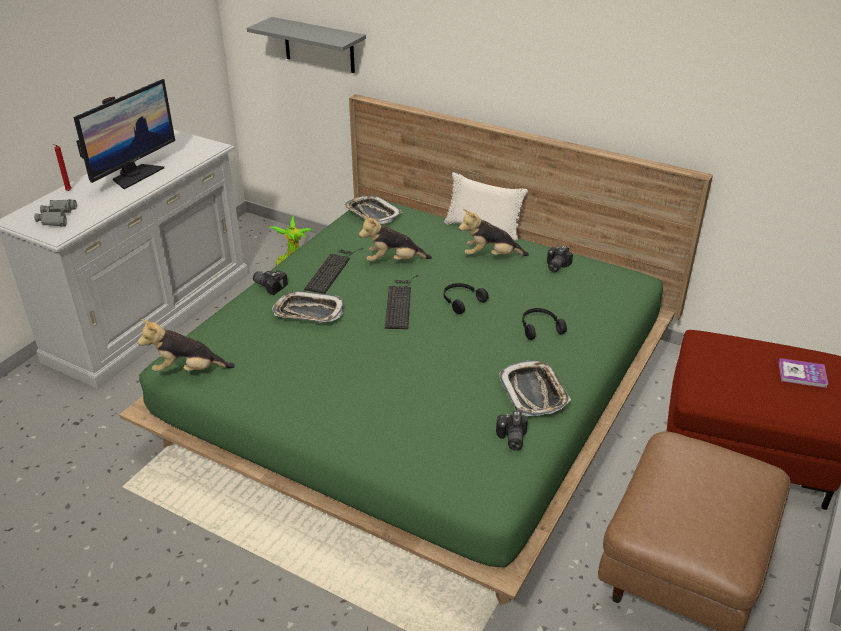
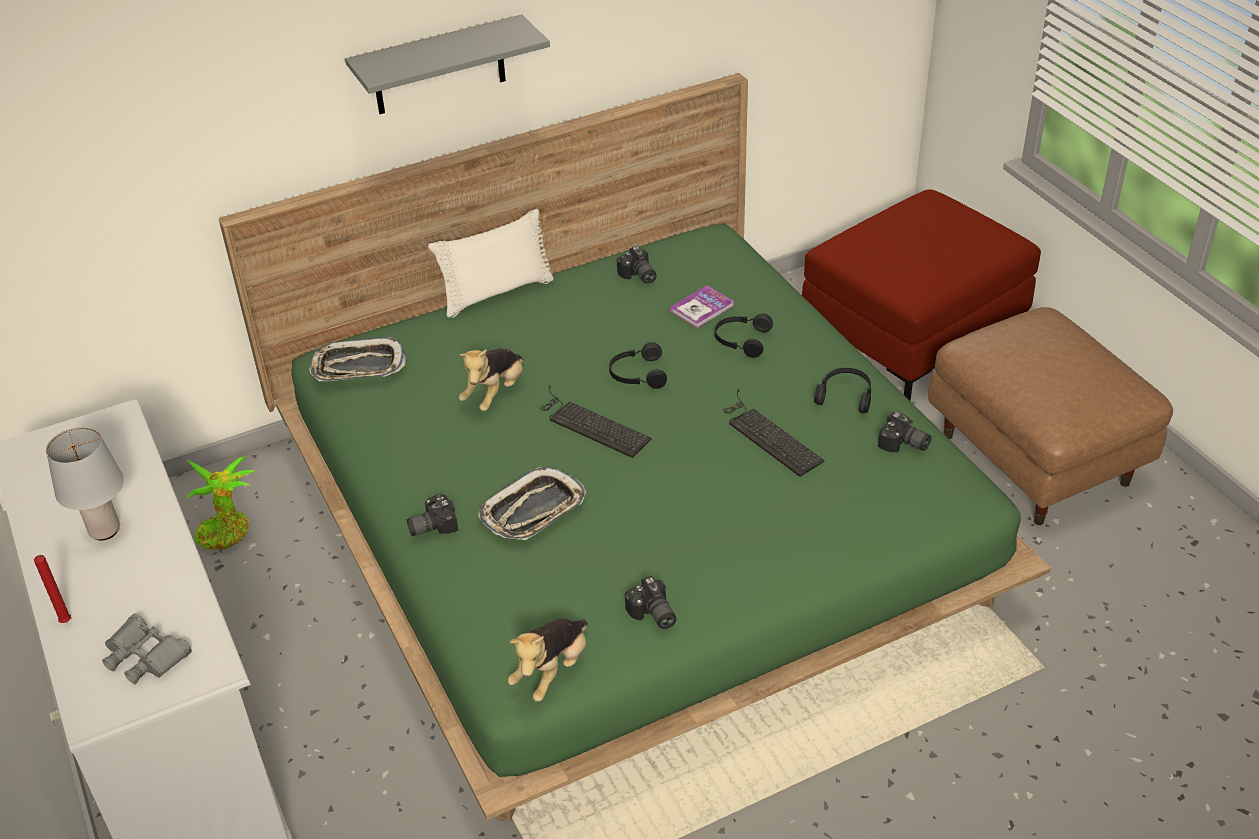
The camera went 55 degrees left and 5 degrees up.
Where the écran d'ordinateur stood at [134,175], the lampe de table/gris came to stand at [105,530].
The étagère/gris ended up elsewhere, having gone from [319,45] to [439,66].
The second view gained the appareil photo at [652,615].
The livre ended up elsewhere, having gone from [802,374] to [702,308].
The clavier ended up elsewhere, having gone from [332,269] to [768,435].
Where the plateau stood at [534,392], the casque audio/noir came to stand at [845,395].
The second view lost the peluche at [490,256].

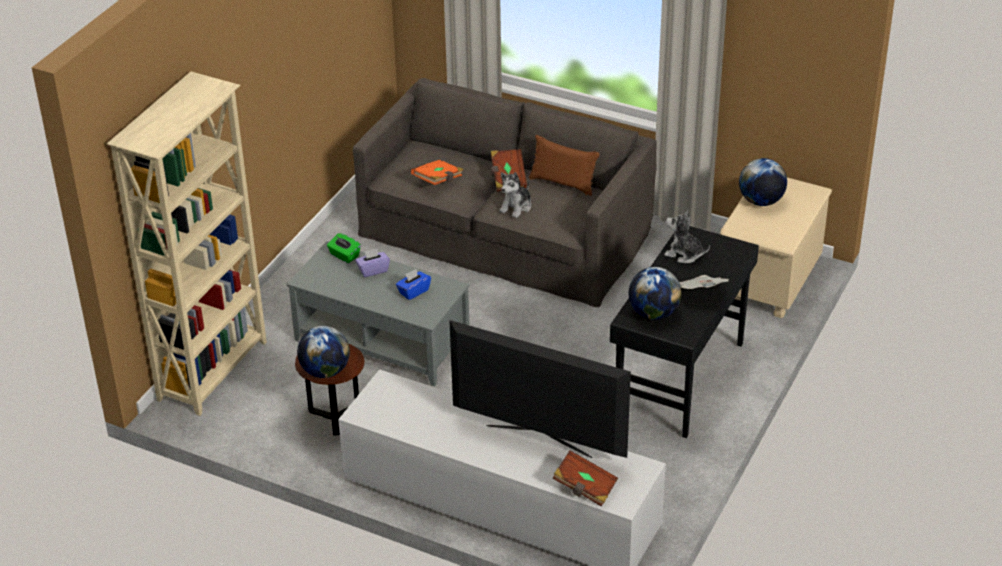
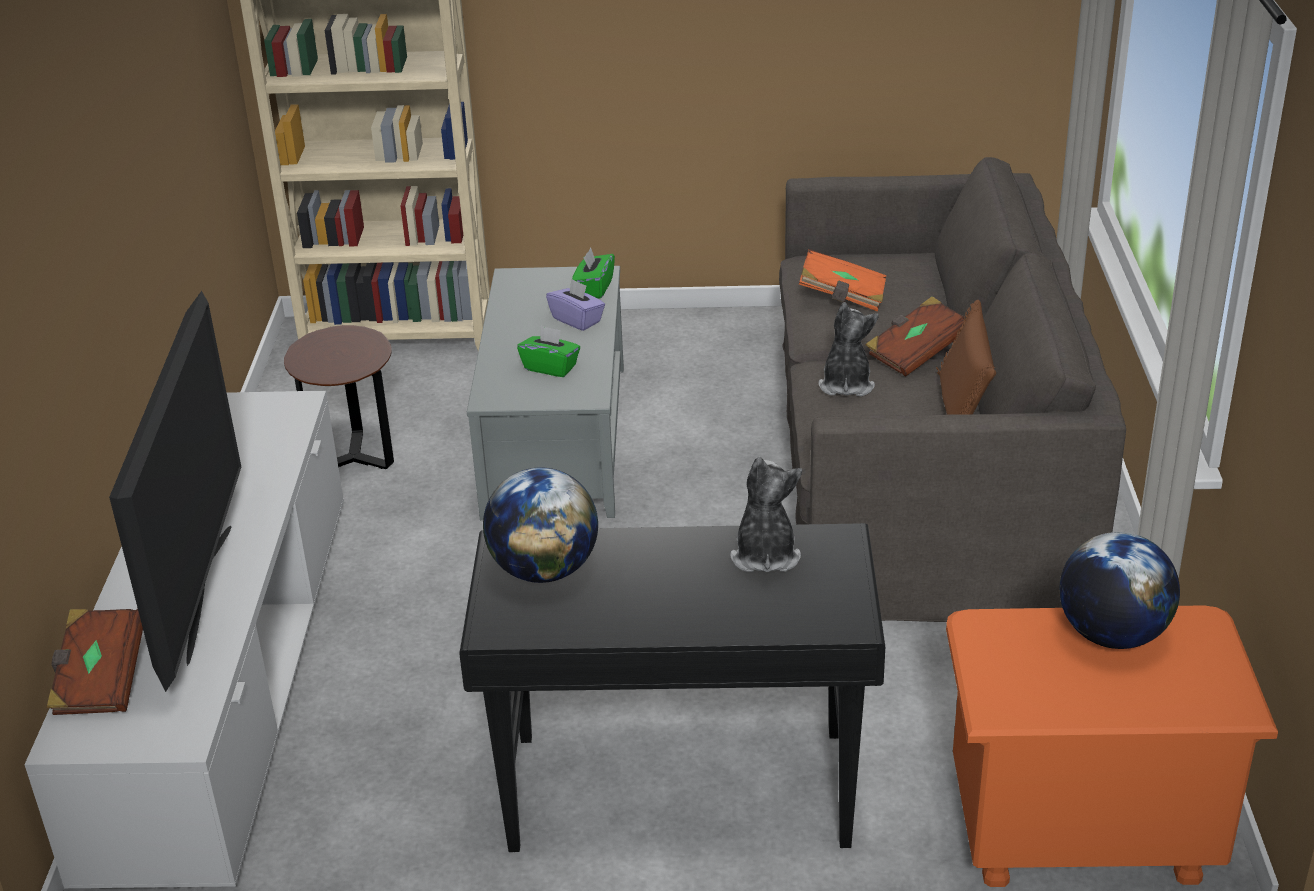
The camera went 65 degrees right and 5 degrees down.
What was the boîte à mouchoirs/bleu at [413,291] turned into the boîte à mouchoirs/vert at [550,367].
The peluche at [516,207] ended up facing another way, 90 degrees clockwise from before.
What was the table de chevet/beige at [767,284] turned into the table de chevet/orange at [1078,828].
The second view lost the globe at [325,371].
The second view lost the journal at [701,293].

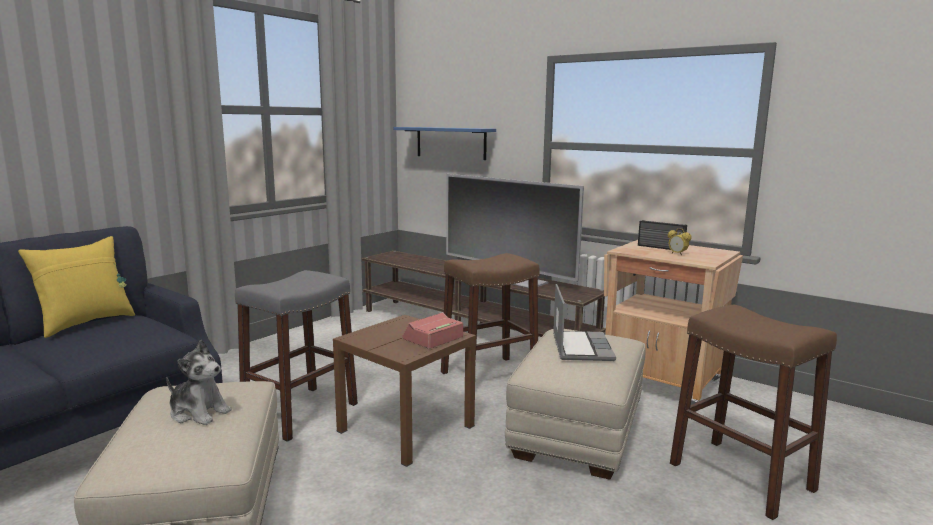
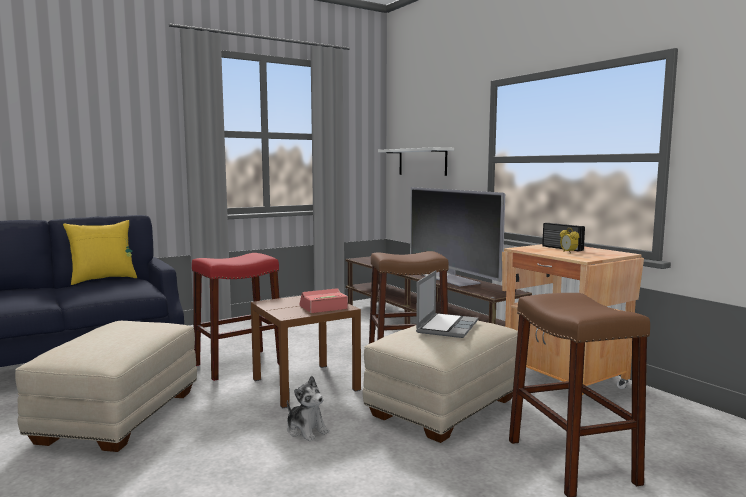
The camera went 20 degrees right and 5 degrees down.
What was the tabouret/gris at [301,412] turned into the tabouret/rouge at [239,364].
The peluche ended up elsewhere, having gone from [199,412] to [306,430].
What was the étagère/bleu at [450,143] turned into the étagère/blanc at [422,162].

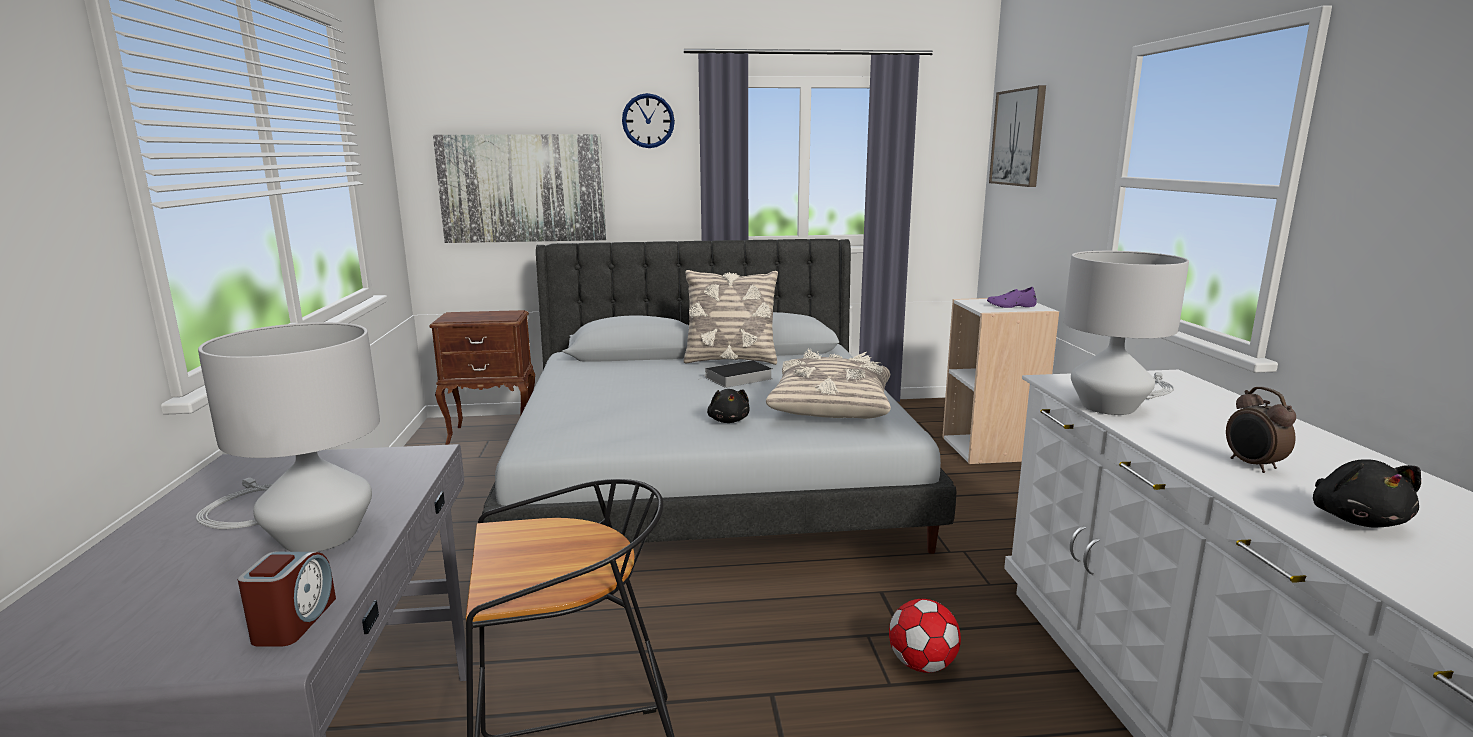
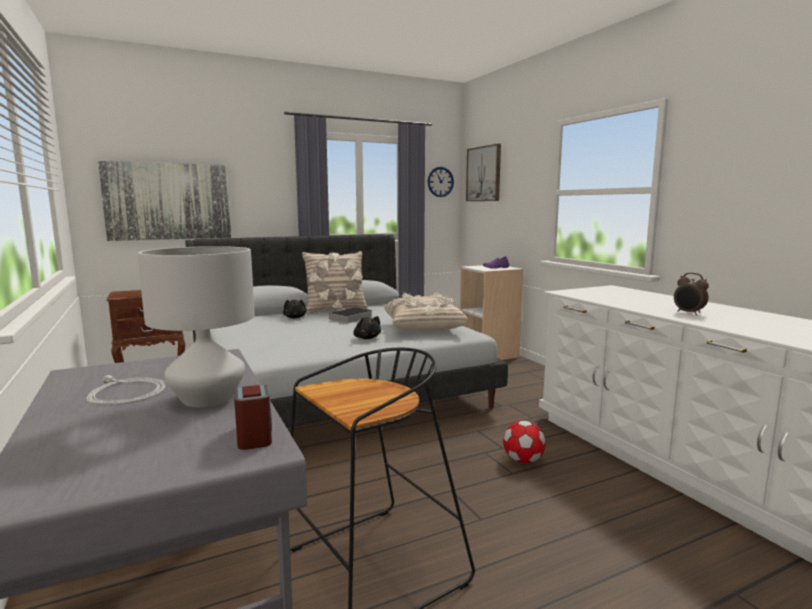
The camera went 20 degrees left and 5 degrees down.
The peluche/noir ended up elsewhere, having gone from [1357,519] to [295,317].
The horloge murale ended up elsewhere, having gone from [648,121] to [440,181].
The second view lost the lampe de table/blanc at [1119,398].

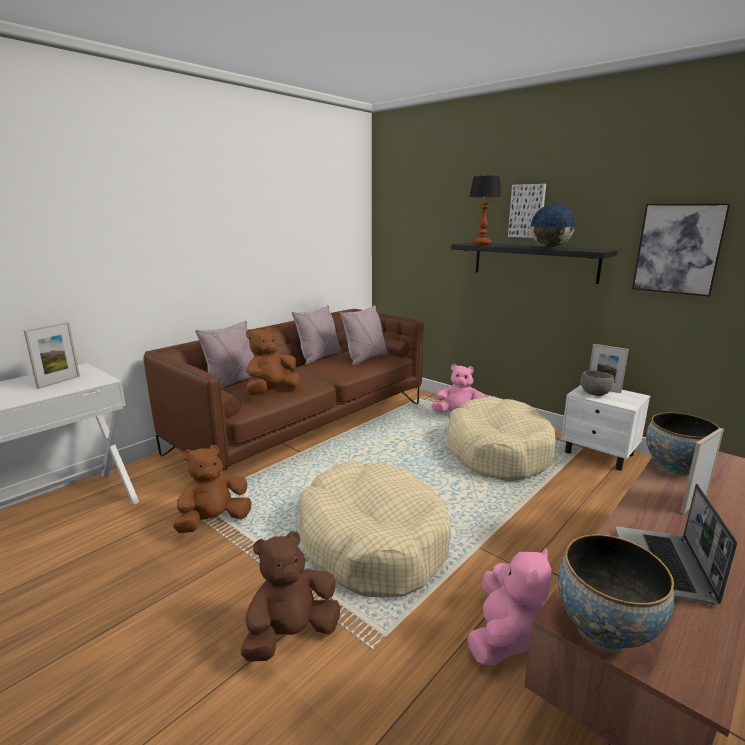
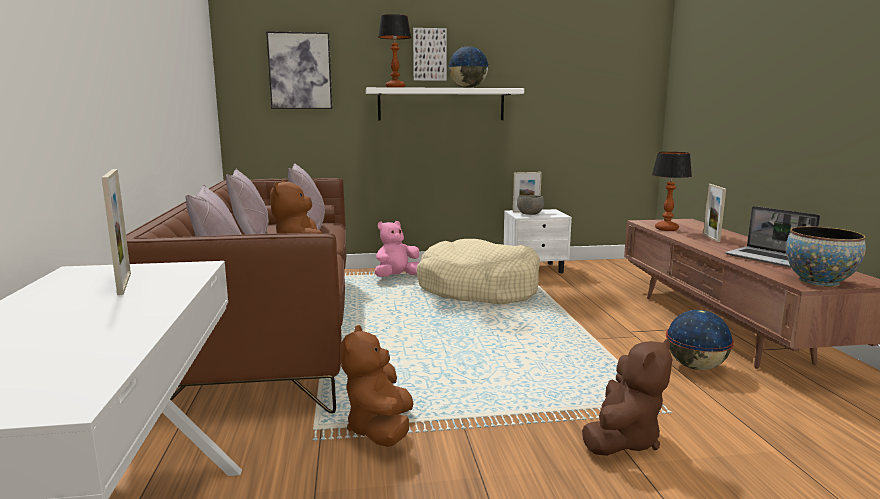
The camera went 50 degrees left and 5 degrees down.
The tableau ended up elsewhere, having gone from [678,249] to [300,71].
What was the étagère/noir at [534,261] turned into the étagère/blanc at [441,104].
The peluche/marron at [291,635] ended up facing another way, 150 degrees counterclockwise from before.
Where the bol stood at [675,467], the lampe de table came to stand at [666,229].
Where the peluche/rose stood at [503,636], the globe came to stand at [696,367].
The second view lost the panier pour chien/beige at [372,541].

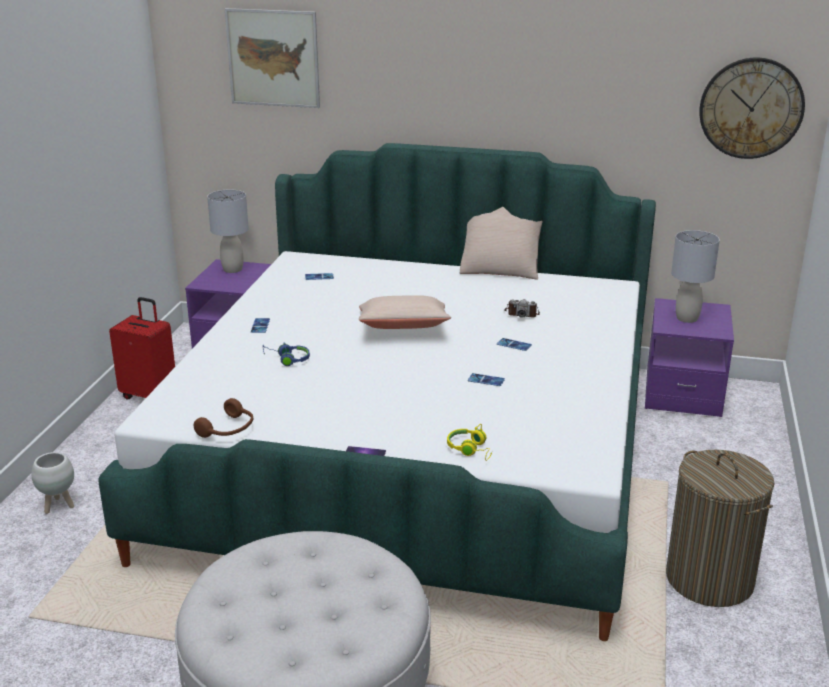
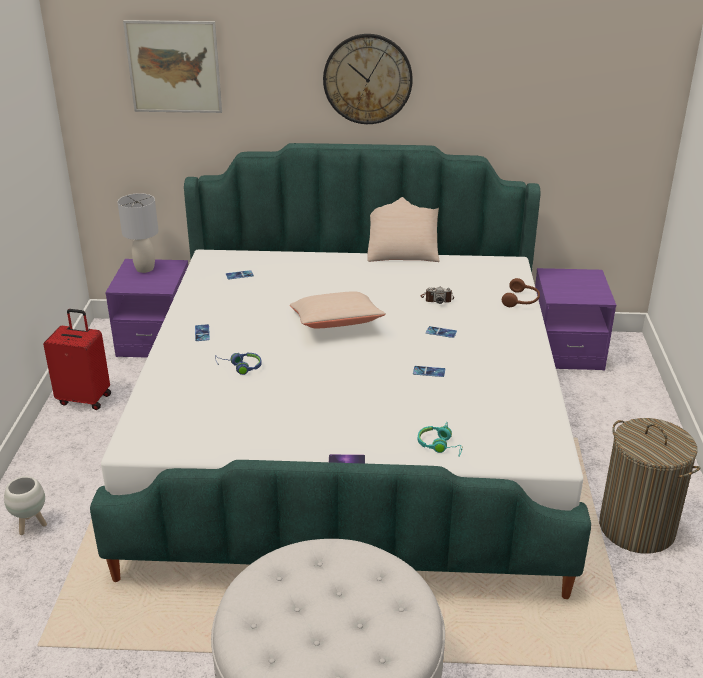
The camera went 10 degrees left and 5 degrees up.
The horloge murale ended up elsewhere, having gone from [751,108] to [367,79].
What was the casque audio/jaune at [471,450] turned into the casque audio/turquoise at [440,446].
The casque audio/marron ended up elsewhere, having gone from [228,429] to [521,300].
The second view lost the lampe de table/gris at [687,318].

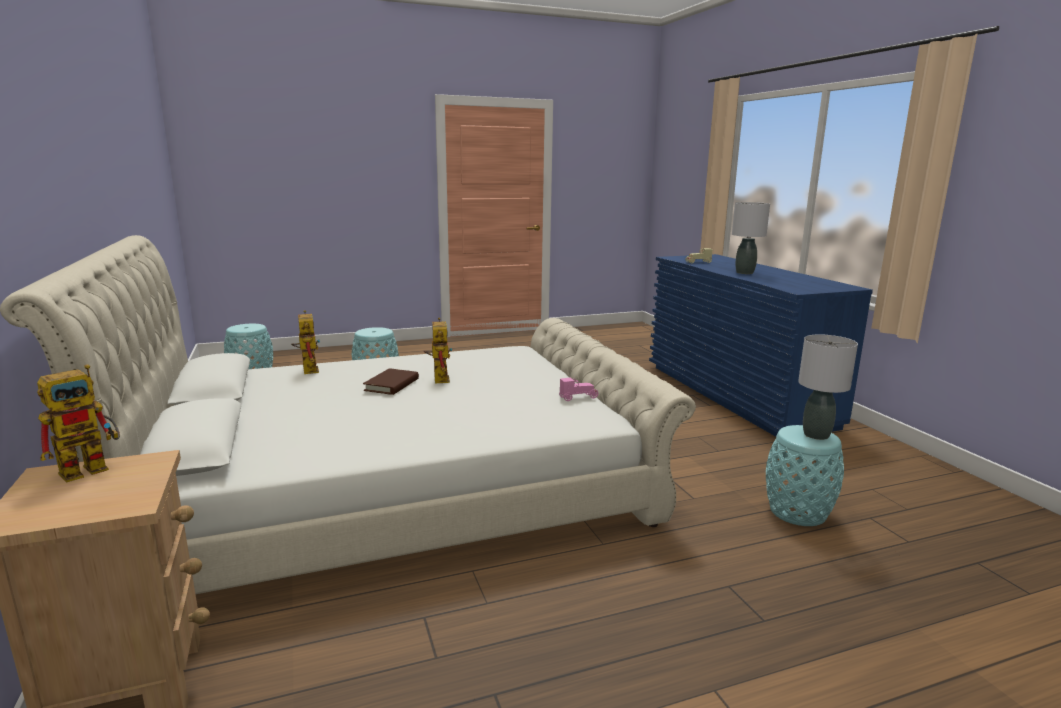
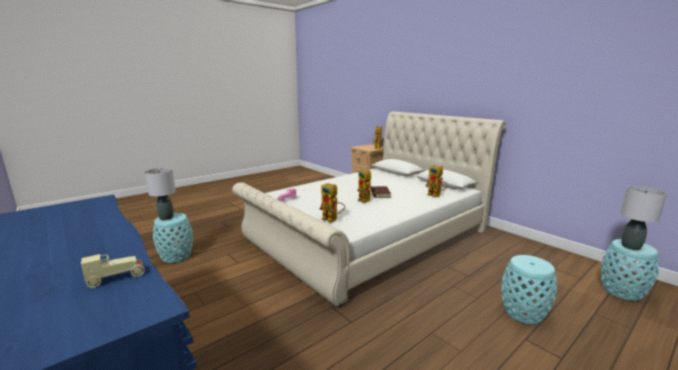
The camera went 160 degrees right and 0 degrees up.
The second view gained the robot jouet at [332,220].
The lampe de table/gris ended up elsewhere, having gone from [744,272] to [630,247].

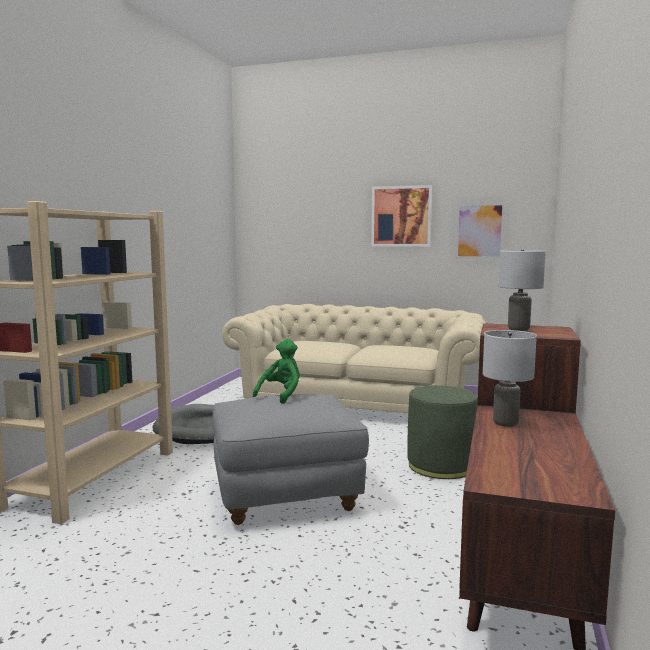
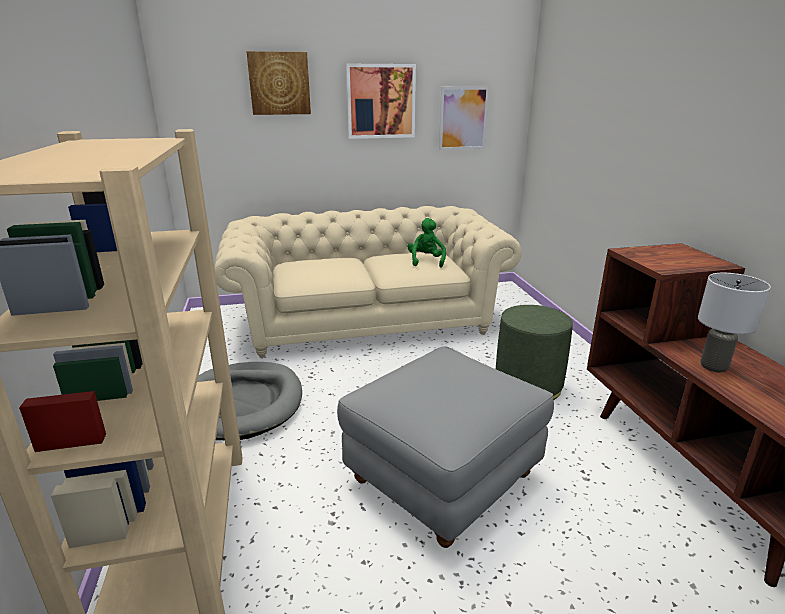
The camera went 30 degrees left and 15 degrees up.
The second view gained the tableau at [279,83].
The peluche/vert ended up elsewhere, having gone from [281,395] to [426,261].
The second view lost the lampe de table/blanc at [519,329].

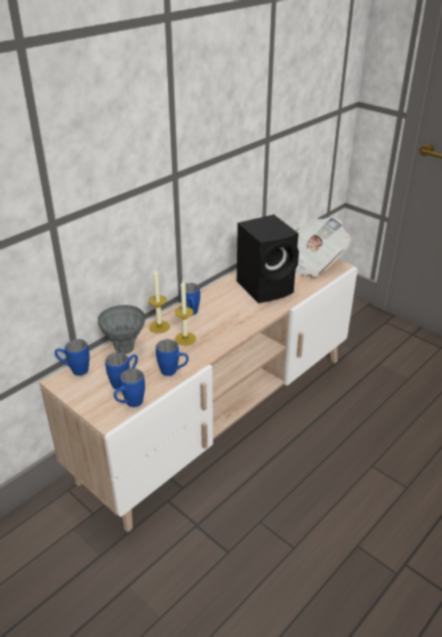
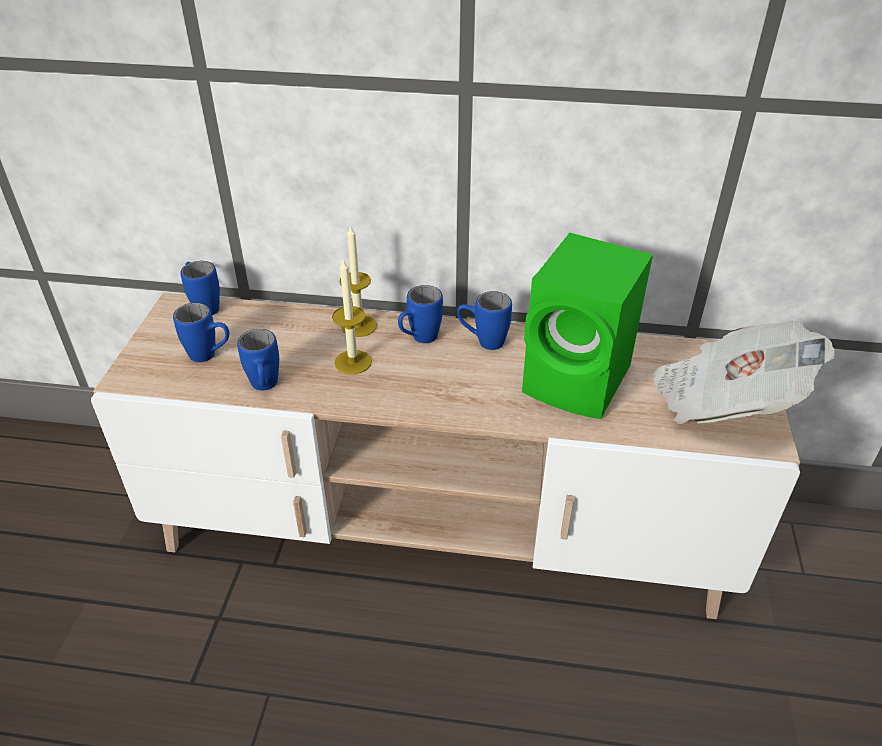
The camera went 55 degrees right and 5 degrees up.
The mug/bleu ended up elsewhere, having gone from [130,404] to [482,342].
What was the enceinte/noir at [266,287] turned into the enceinte/vert at [580,382].
The second view lost the vase/gris at [125,349].

